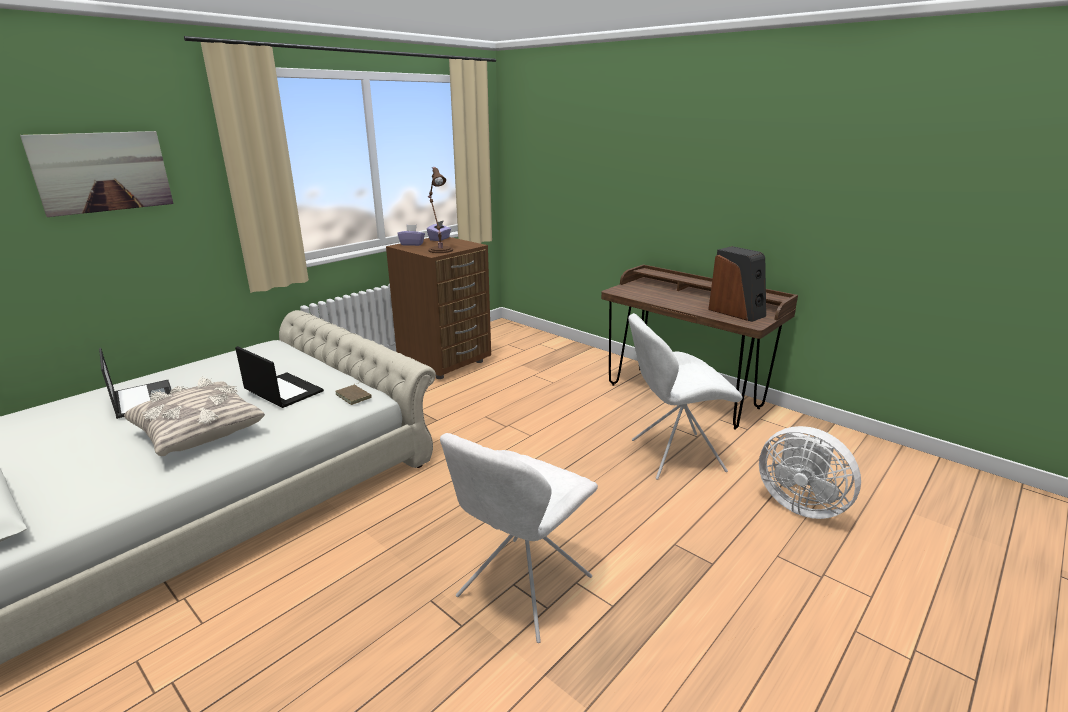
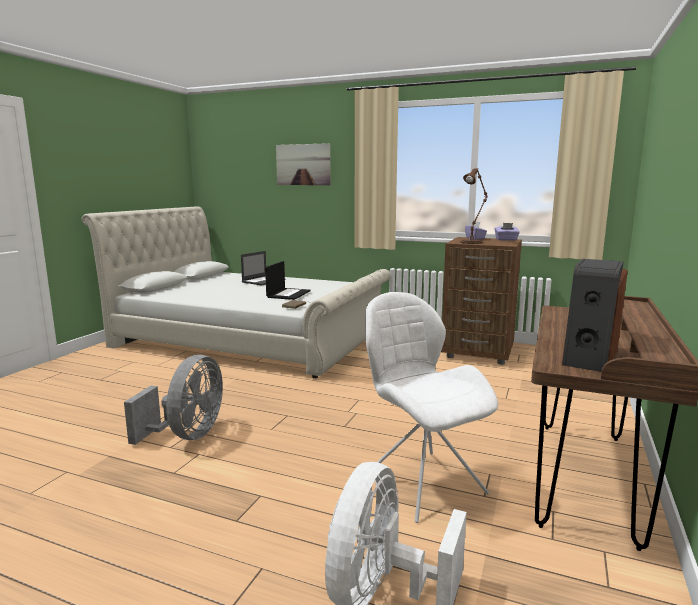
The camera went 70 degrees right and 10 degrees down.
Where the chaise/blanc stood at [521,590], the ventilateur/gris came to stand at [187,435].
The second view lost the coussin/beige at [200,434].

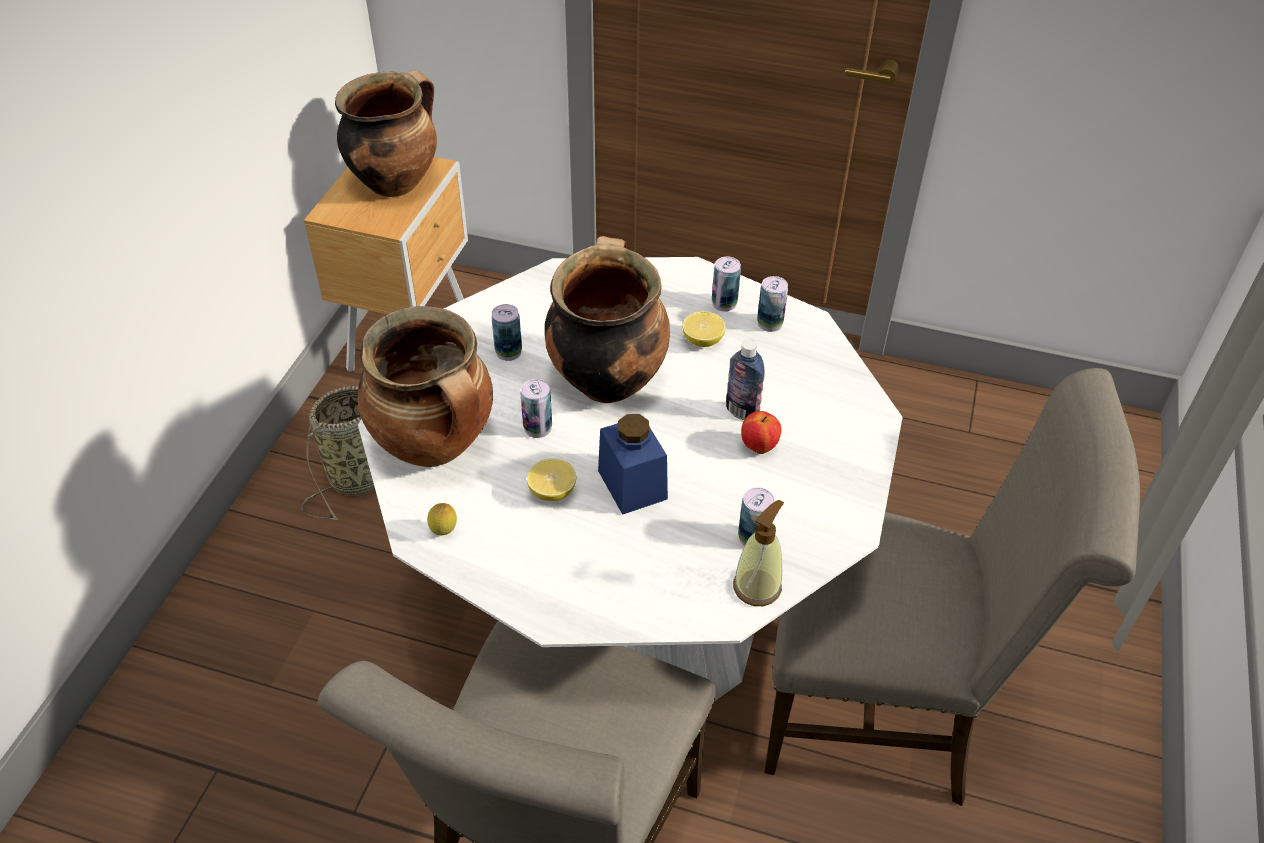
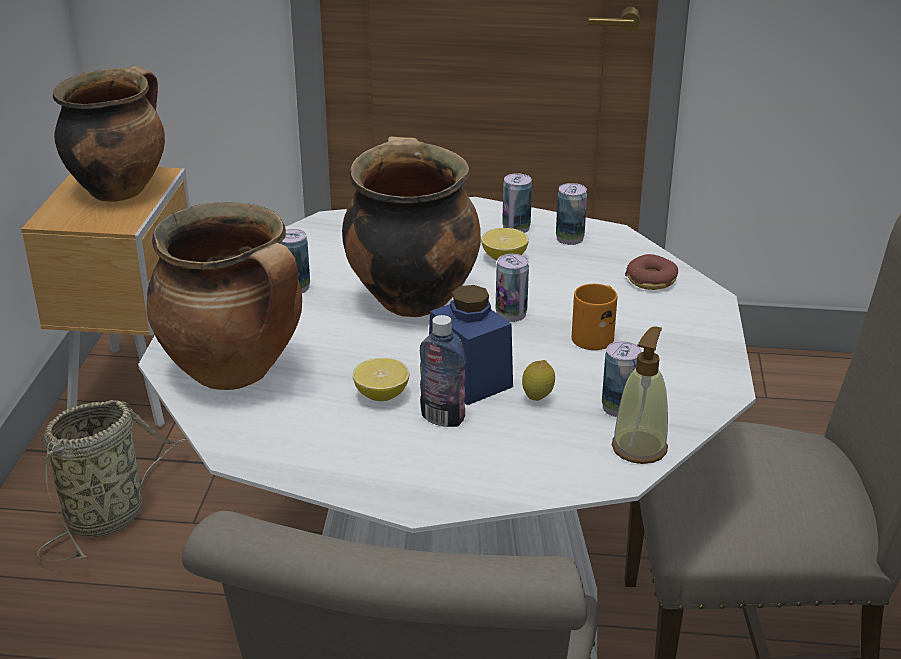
The camera went 10 degrees left and 15 degrees down.
The bouteille ended up elsewhere, having gone from [742,411] to [442,418].
The boîte métallique ended up elsewhere, having gone from [537,428] to [511,314].
The citron ended up elsewhere, having gone from [444,532] to [537,399].
Where the pomme stood at [758,447], the mug/orange came to stand at [596,334].
The second view gained the beignet at [651,280].

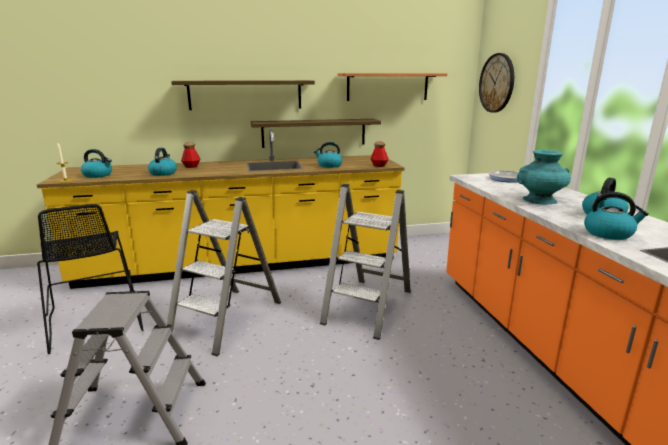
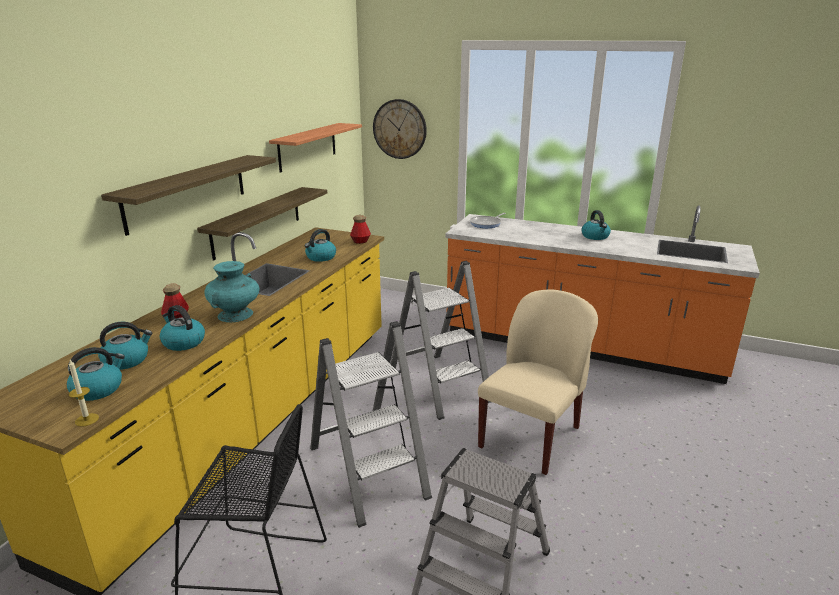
The camera went 55 degrees left and 5 degrees up.
The bouilloire ended up elsewhere, having gone from [609,233] to [127,360].
The vase/turquoise ended up elsewhere, having gone from [539,200] to [235,315].
The second view gained the chaise/beige at [531,436].

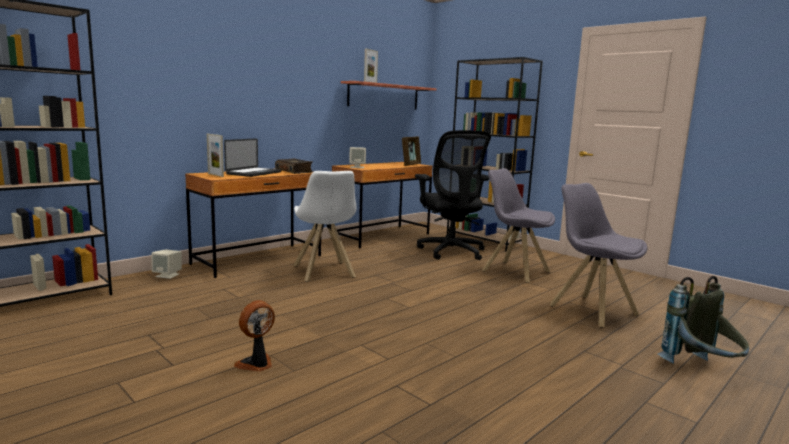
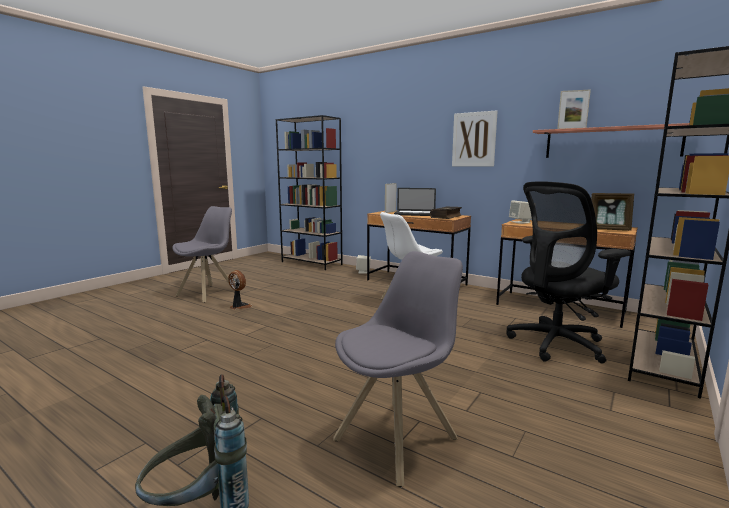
The camera went 80 degrees right and 0 degrees up.
The chaise/gris ended up elsewhere, having gone from [515,271] to [208,293].
The second view gained the tableau at [474,139].

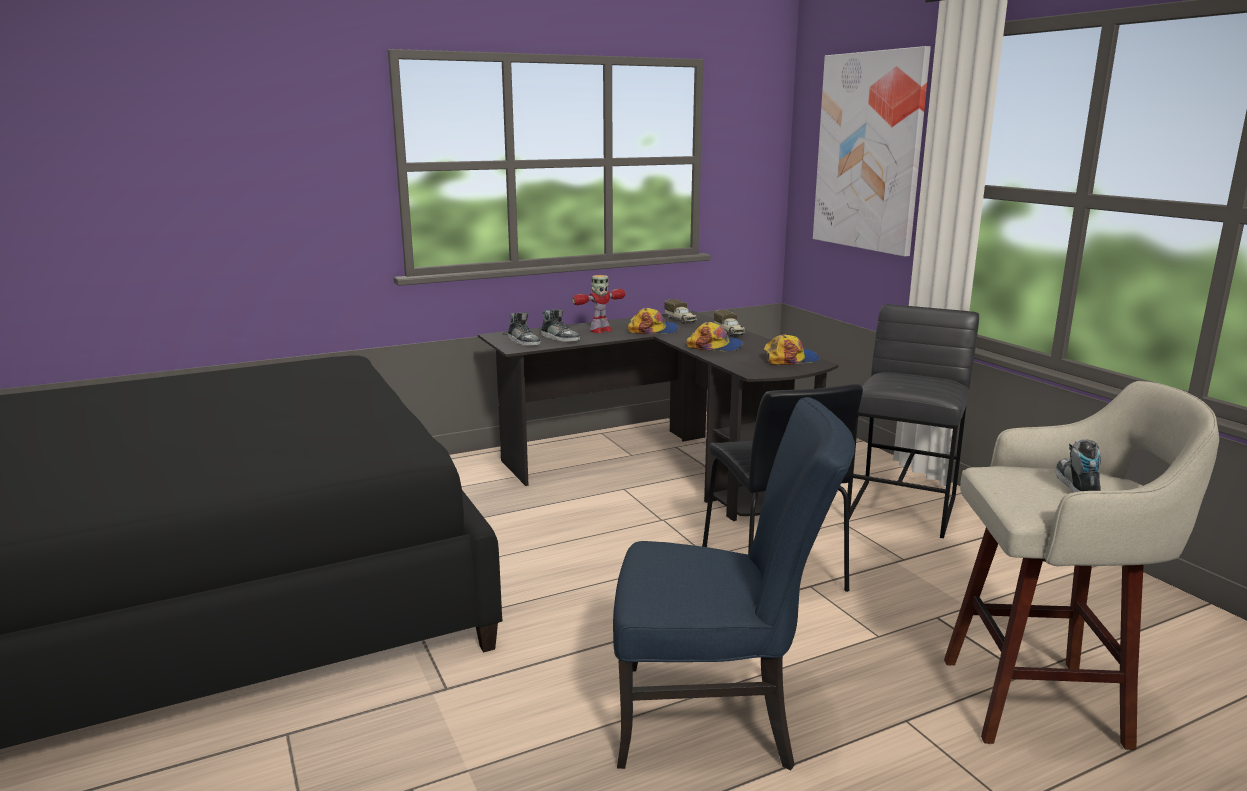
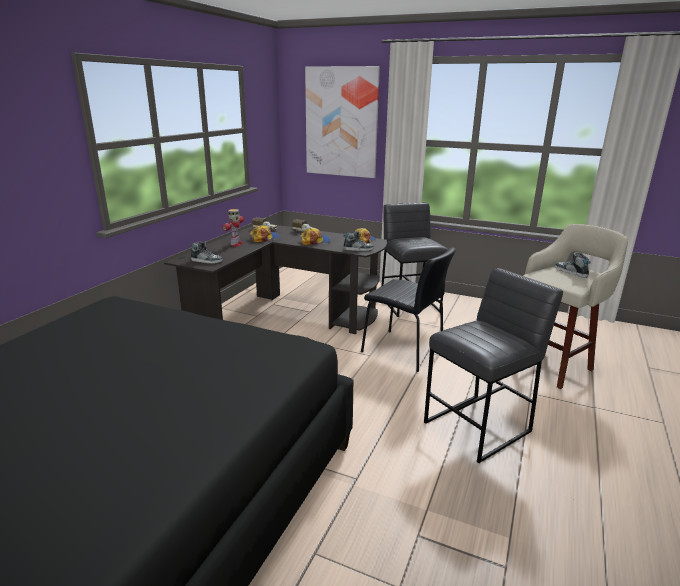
The camera went 40 degrees left and 5 degrees up.
The chaussure ended up elsewhere, having gone from [560,338] to [358,249].
Where the chaise/bleu stood at [718,718], the tabouret/gris came to stand at [478,426].

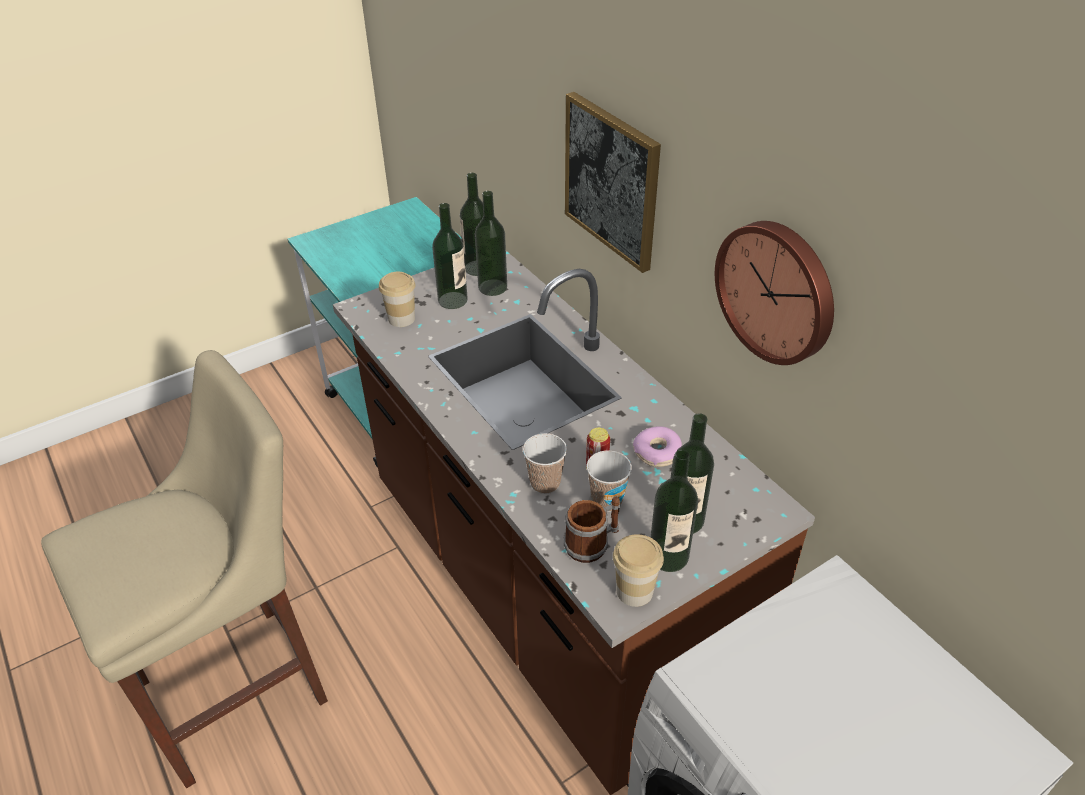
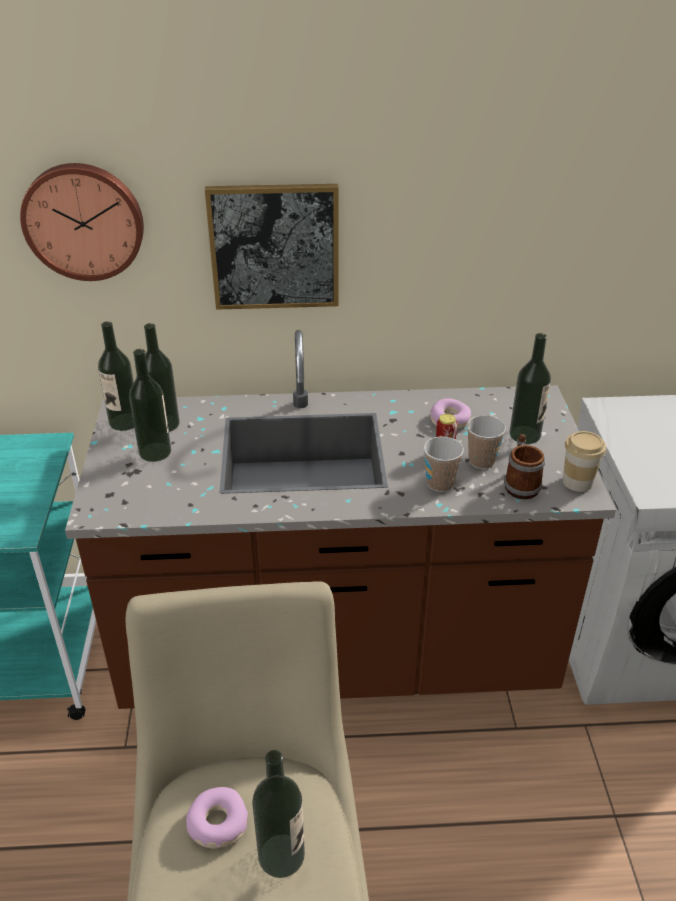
The camera went 60 degrees left and 5 degrees down.
The horloge murale ended up elsewhere, having gone from [777,291] to [84,221].
The second view gained the beignet at [217,823].
The bouteille ended up elsewhere, having gone from [668,556] to [281,855].
The second view lost the tasse at [401,319].

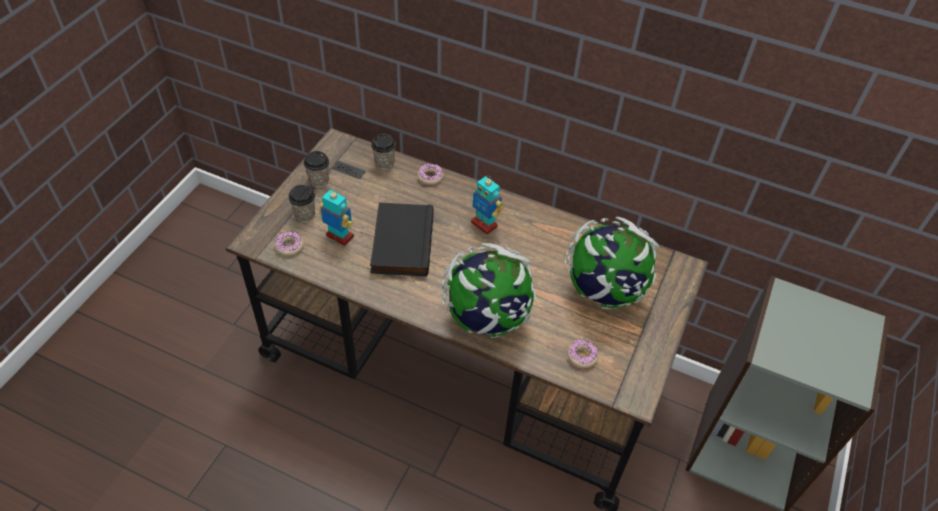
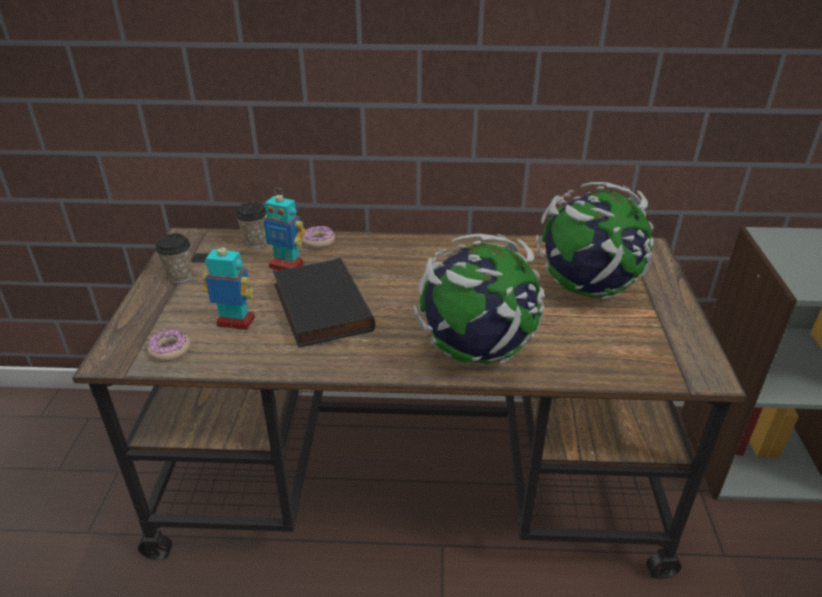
The camera went 20 degrees left and 15 degrees down.
The robot jouet ended up elsewhere, having gone from [484,224] to [287,266].
The second view lost the tasse at [305,215].
The second view lost the beignet at [582,356].

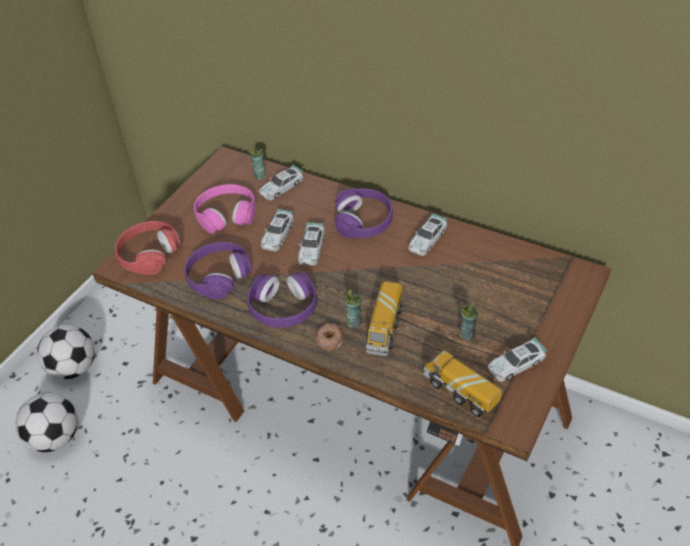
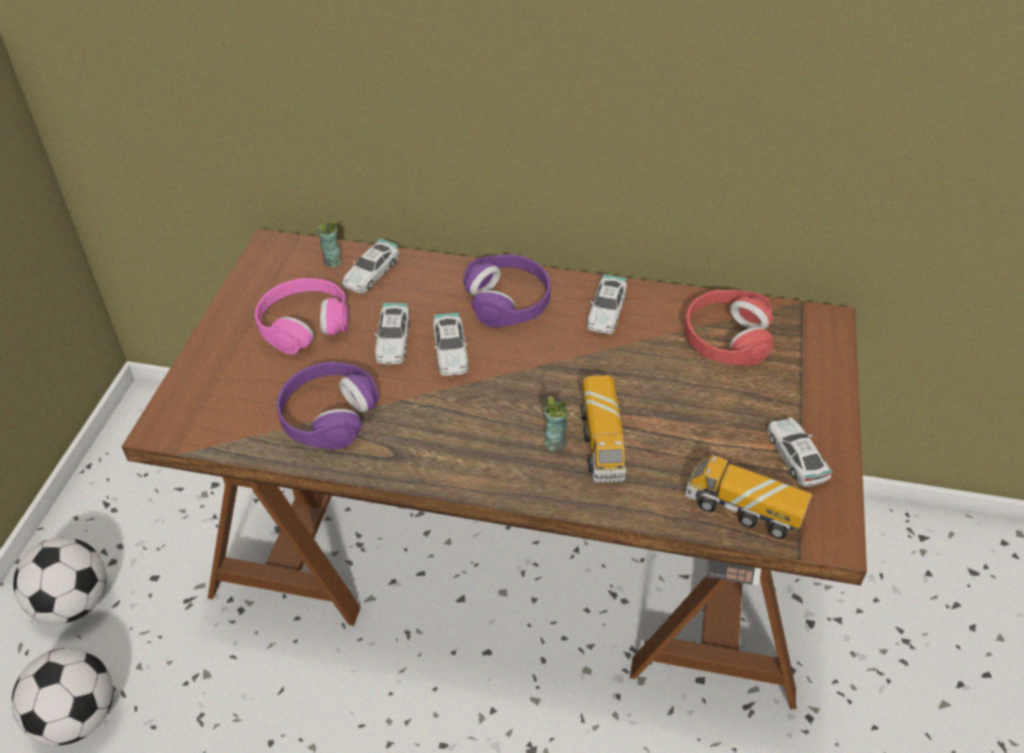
The camera went 20 degrees left and 0 degrees up.
The casque audio/rouge ended up elsewhere, having gone from [149,254] to [726,338].
The petite voiture at [515,364] ended up facing another way, 120 degrees clockwise from before.
The second view lost the casque audio/violet at [283,307].
The second view lost the beignet at [329,339].
The second view lost the tasse at [467,335].

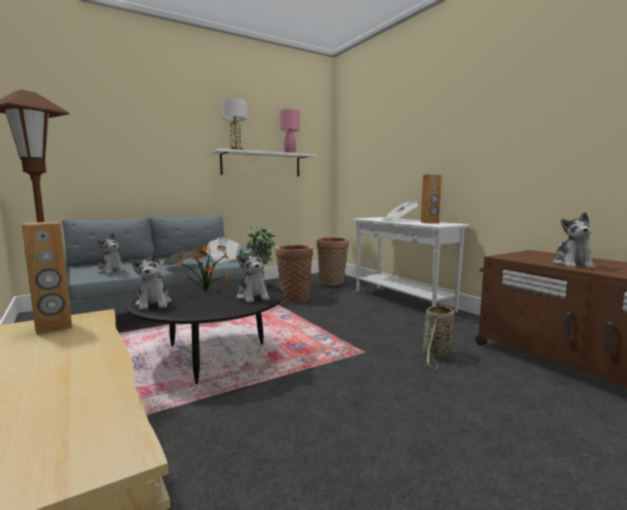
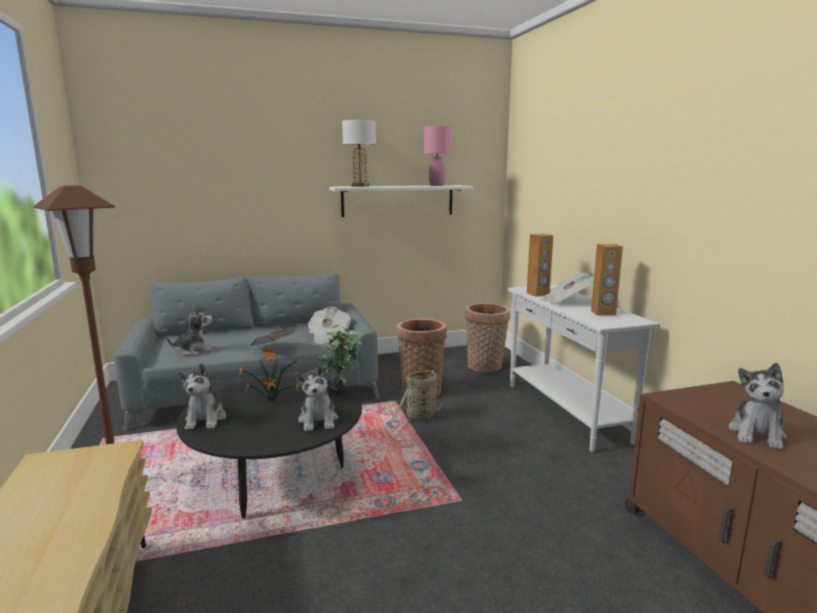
The camera went 15 degrees right and 5 degrees up.
The peluche at [111,271] ended up facing another way, 90 degrees counterclockwise from before.
The panier ended up elsewhere, having gone from [436,355] to [419,417].
The enceinte/marron ended up elsewhere, having gone from [53,327] to [538,294].

